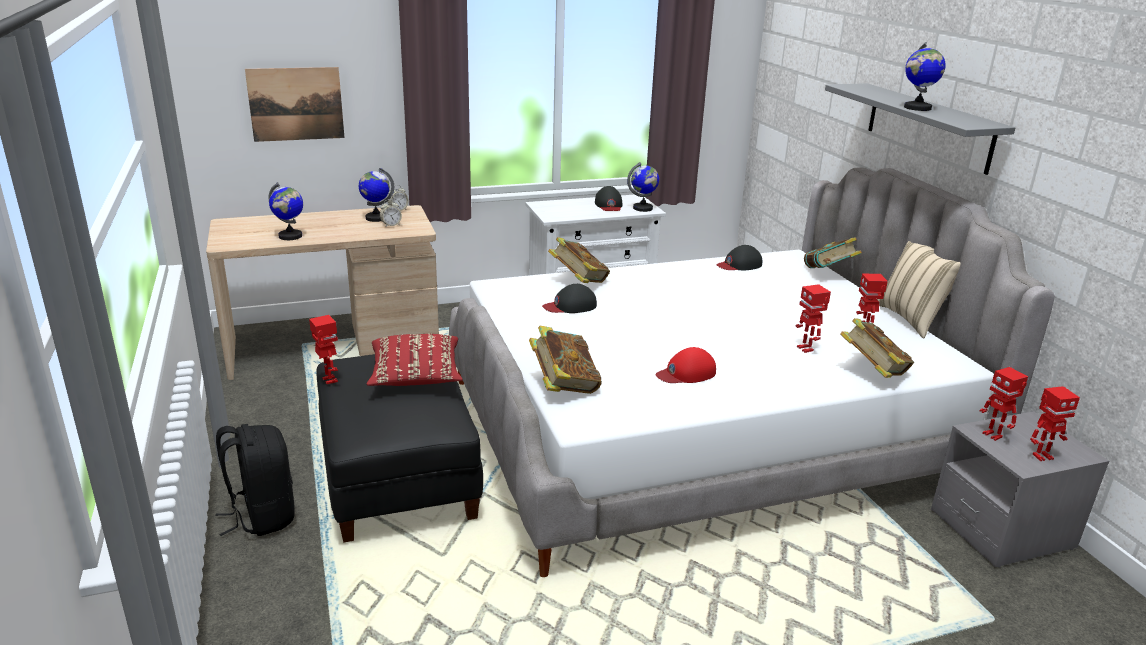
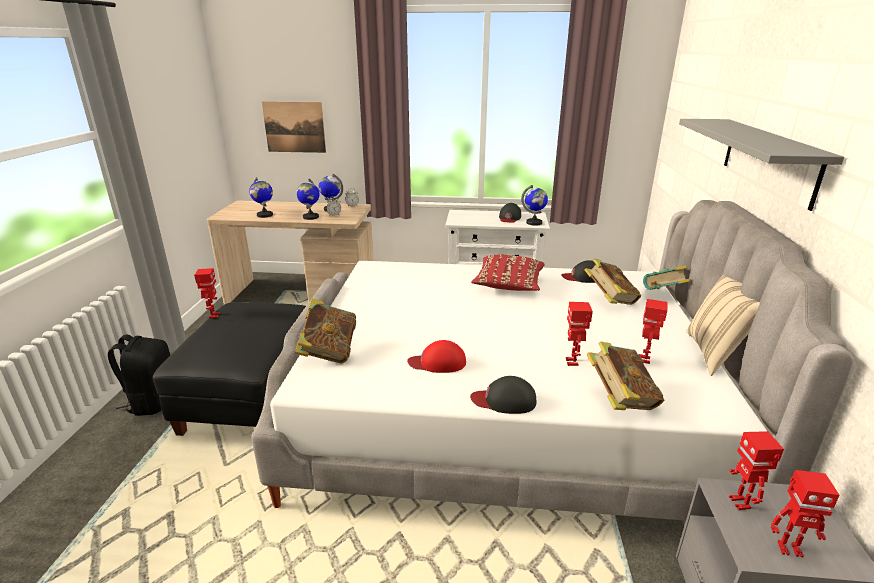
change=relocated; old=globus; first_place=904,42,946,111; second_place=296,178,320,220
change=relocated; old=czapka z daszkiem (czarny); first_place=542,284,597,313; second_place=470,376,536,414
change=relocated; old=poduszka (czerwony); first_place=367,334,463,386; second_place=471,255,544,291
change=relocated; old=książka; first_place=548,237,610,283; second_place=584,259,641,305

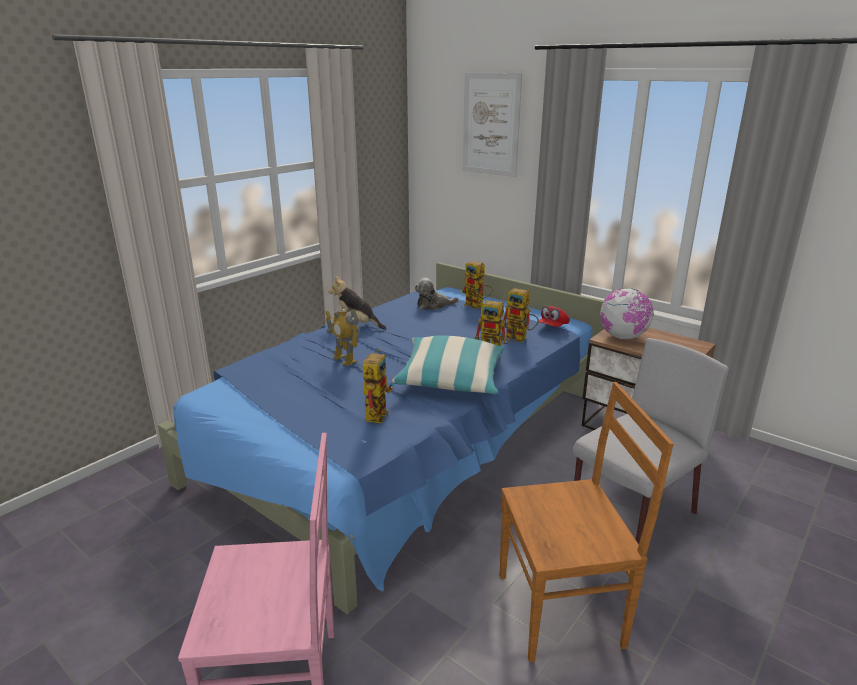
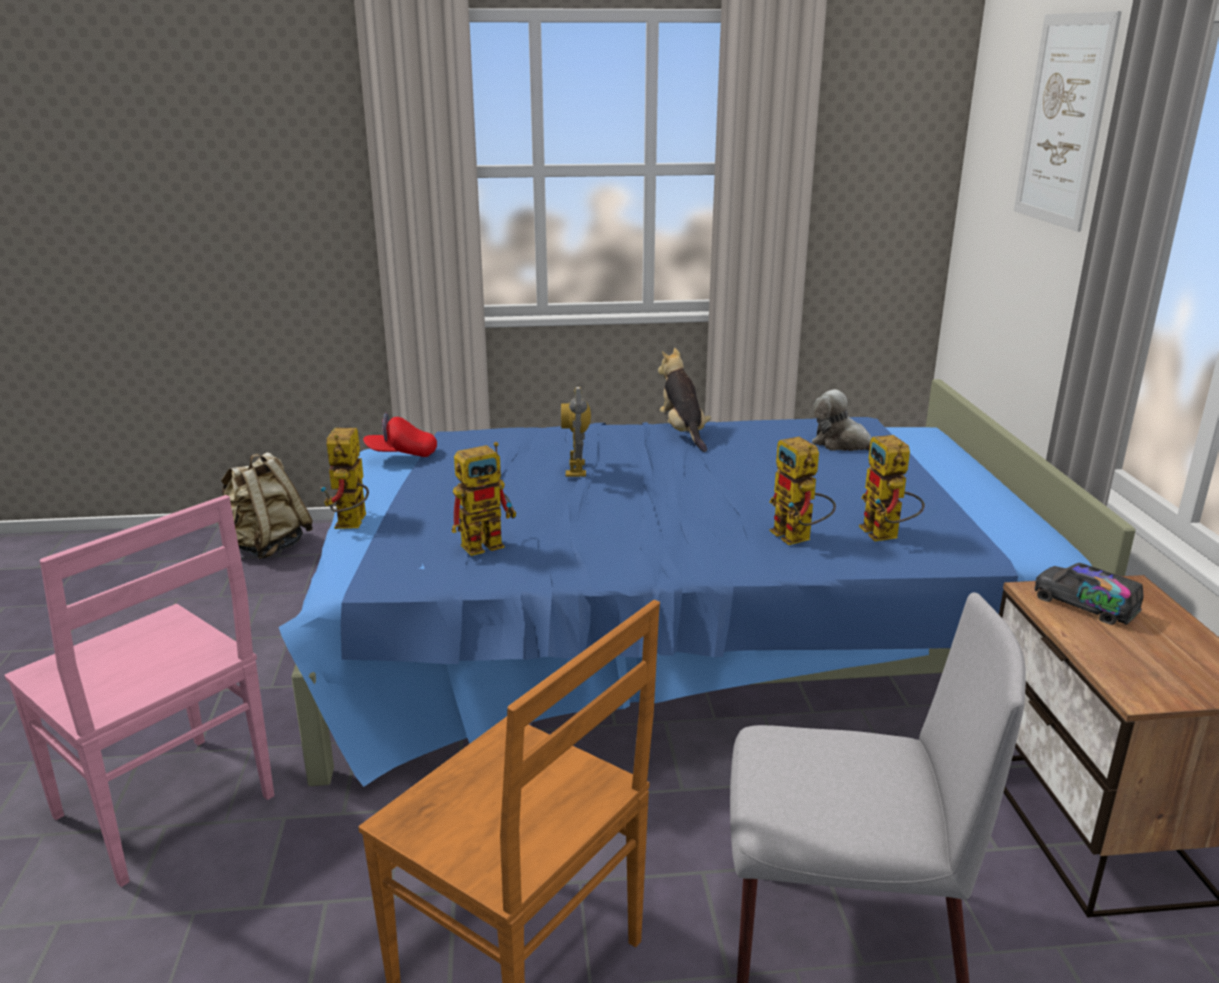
change=appeared; new=plecak (beżowy); second_place=217,452,313,560
change=relocated; old=robot zabawkowy; first_place=462,261,493,309; second_place=320,428,369,529
change=relocated; old=czapka z daszkiem (czerwony); first_place=539,306,570,327; second_place=363,413,437,457
change=exchanged; old=globus; new=ciężarówka zabawkowa; first_place=600,288,654,339; second_place=1034,563,1144,625
change=missing; old=poduszka; first_place=392,335,504,394

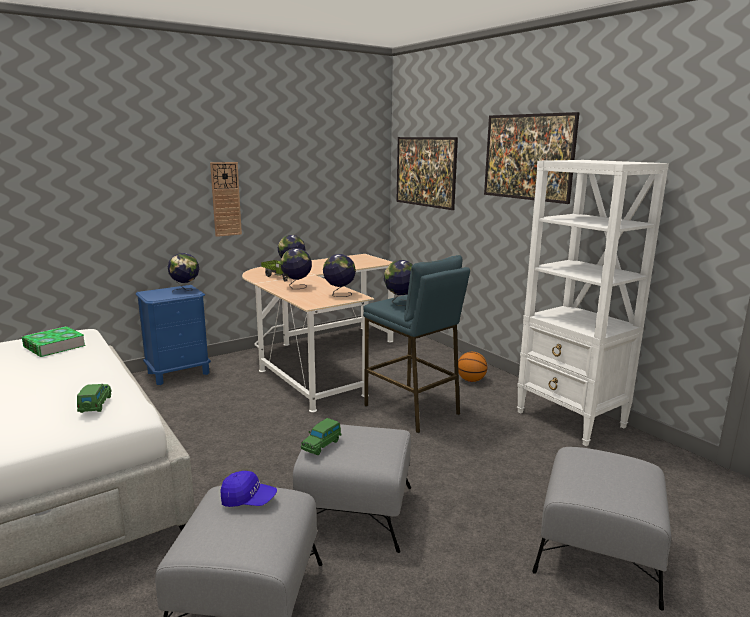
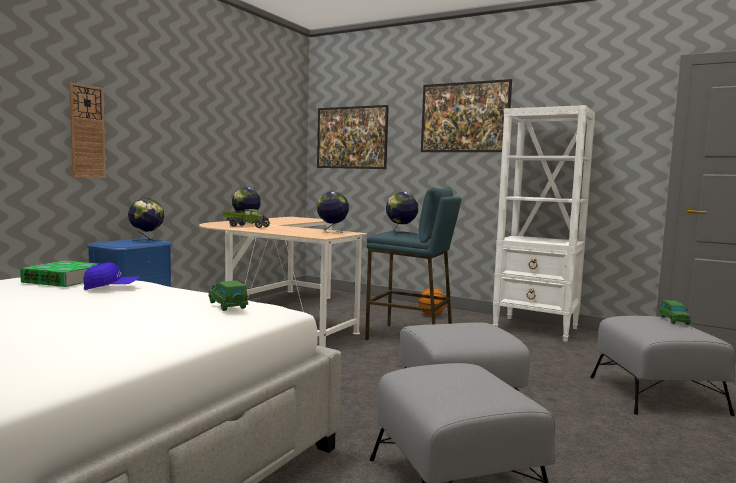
change=relocated; old=zegar ścienny; first_place=210,162,242,237; second_place=69,83,106,178
change=relocated; old=czapka z daszkiem (niebieski); first_place=221,471,277,507; second_place=84,262,140,290
change=relocated; old=samochodzik (zielony); first_place=301,418,341,455; second_place=659,300,691,325
change=missing; old=globus; first_place=280,248,312,289

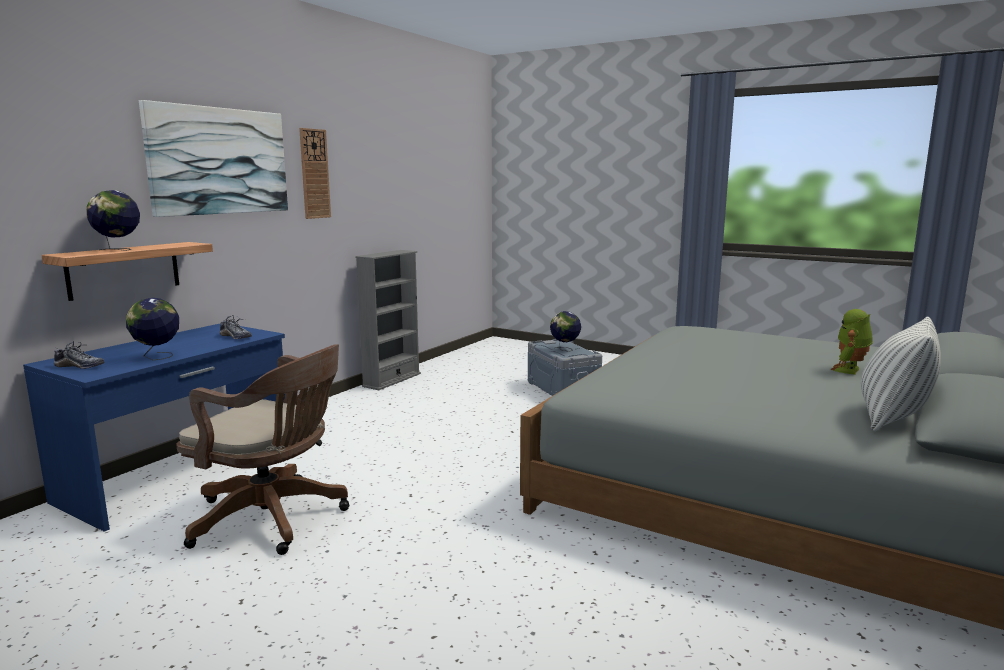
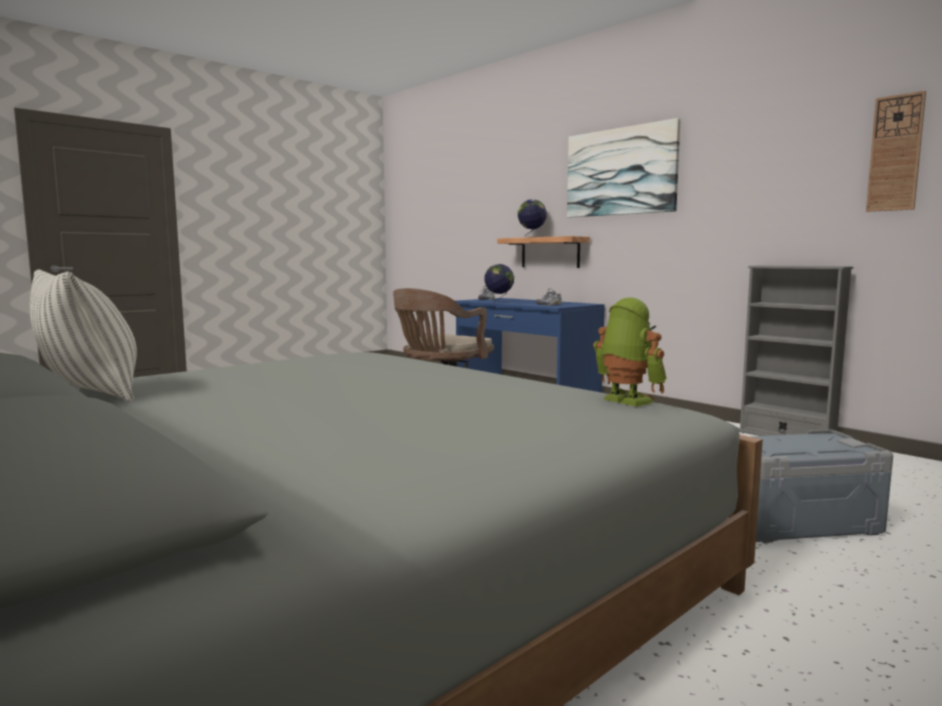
change=relocated; old=robot zabawkowy; first_place=830,309,873,375; second_place=593,297,667,407
change=relocated; old=zegar ścienny; first_place=299,128,331,219; second_place=866,91,926,212
change=missing; old=globus; first_place=550,311,581,352

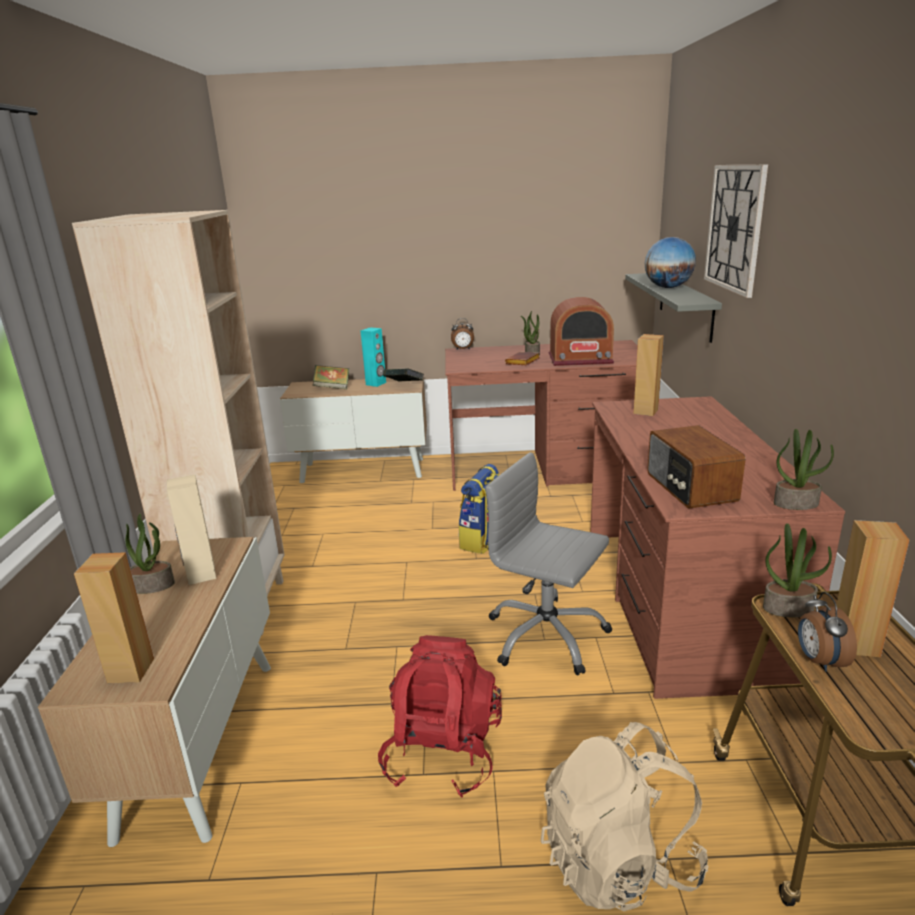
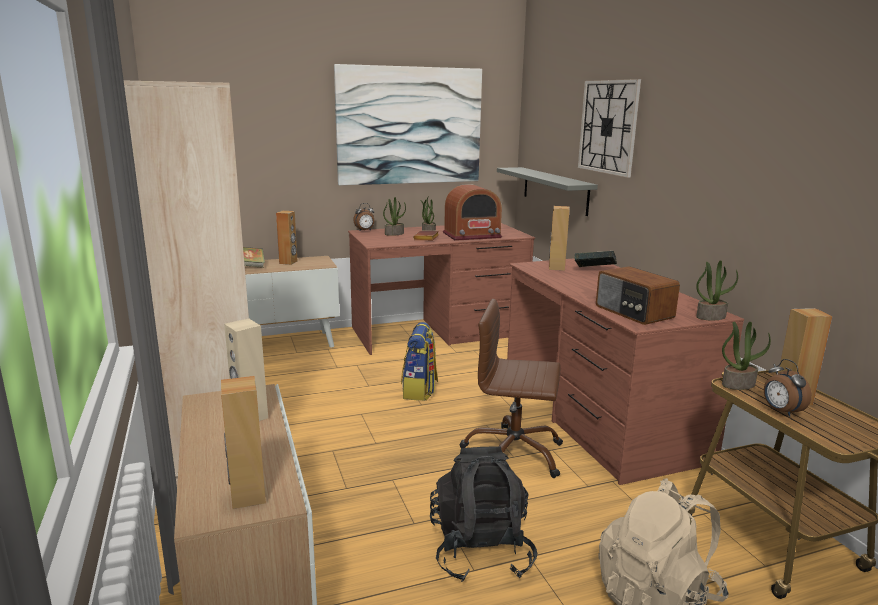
change=colour; old=głośnik (turkusowy); new=głośnik (brązowy); first_place=360,327,386,387; second_place=276,211,297,265
change=appeared; new=obraz; second_place=334,64,482,185
change=relocated; old=roślina doniczkowa; first_place=126,513,175,594; second_place=383,197,406,236
change=colour; old=plecak (czerwony); new=plecak (czarny); first_place=378,635,502,797; second_place=430,446,537,582
change=colour; old=krzesło biurowe (szary); new=krzesło biurowe (brązowy); first_place=485,452,612,675; second_place=460,299,563,478
change=relocated; old=książka; first_place=383,368,424,382; second_place=575,251,617,267
change=missing; old=globus; first_place=645,237,696,288

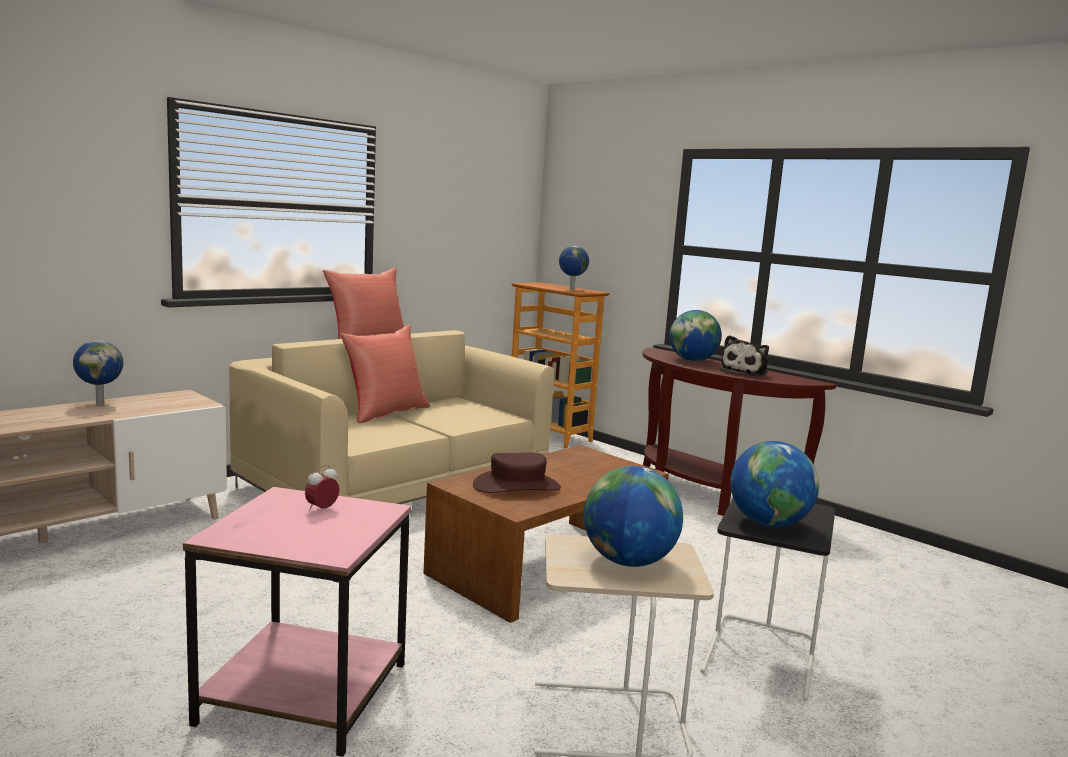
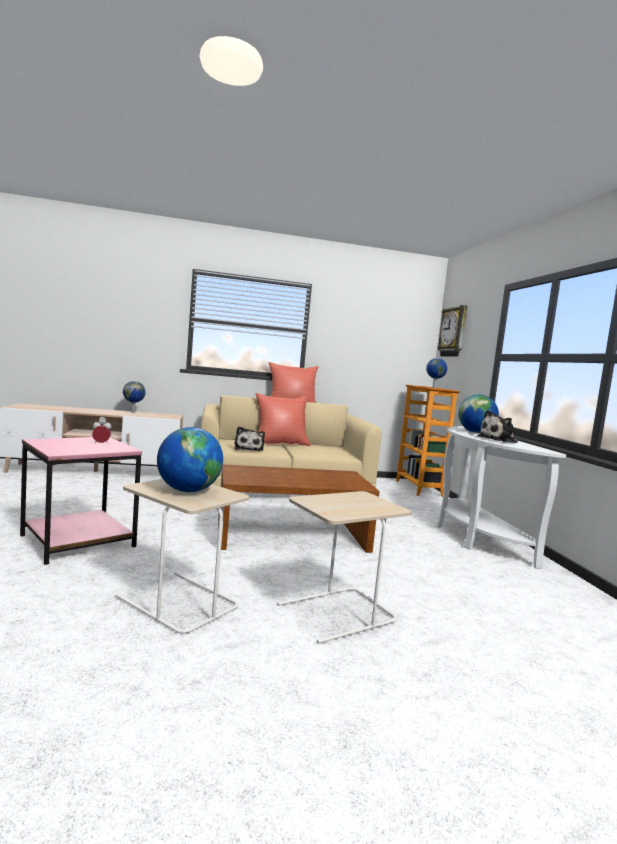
change=appeared; new=pluszak; second_place=234,427,265,451
change=colour; old=stolik (czarny); new=stolik (beżowy); first_place=700,498,835,701; second_place=277,491,412,644
change=appeared; new=zegar ścienny; second_place=437,305,467,357
change=colour; old=stolik konsolowy (brązowy); new=stolik konsolowy (biały); first_place=642,347,836,516; second_place=437,426,566,569
change=missing; old=kapelusz (brązowy); first_place=473,453,561,493
change=missing; old=globus; first_place=730,441,819,527

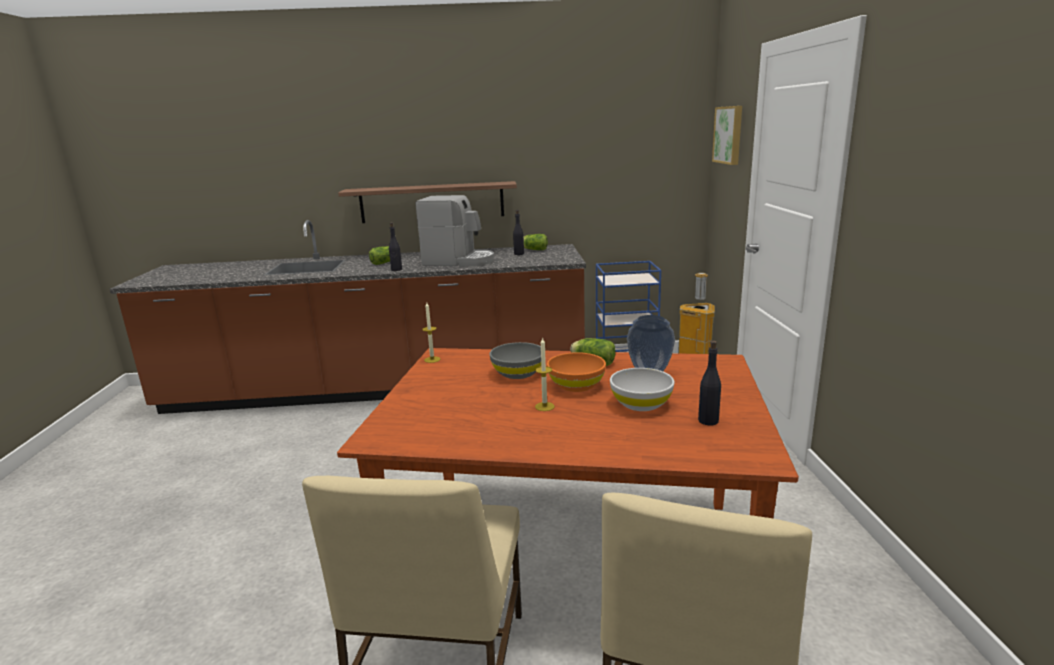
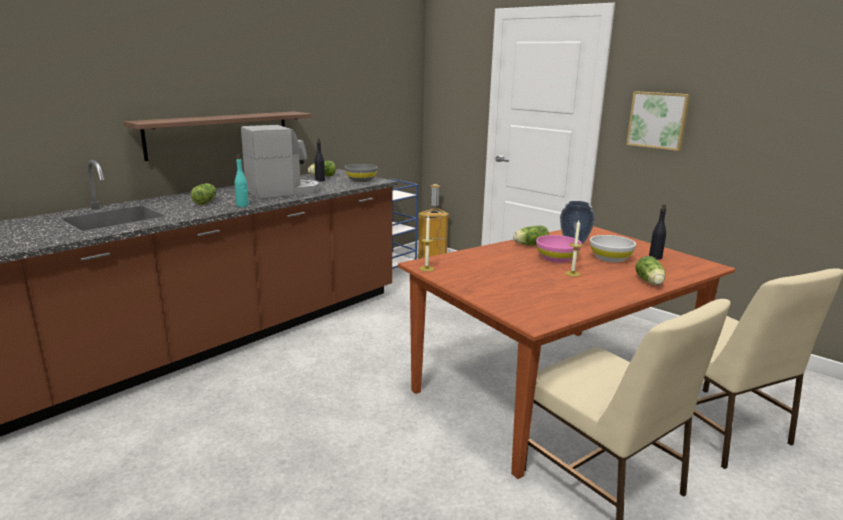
change=colour; old=butelka (czarny); new=butelka (turkusowy); first_place=389,222,402,271; second_place=235,154,249,207
change=relocated; old=miska (szary); first_place=489,342,541,379; second_place=345,164,378,182
change=colour; old=miska (pomarańczowy); new=miska (różowy); first_place=547,352,606,392; second_place=536,235,582,263
change=relocated; old=obraz; first_place=712,106,742,165; second_place=626,91,690,151
change=appeared; new=sałata; second_place=635,256,665,285

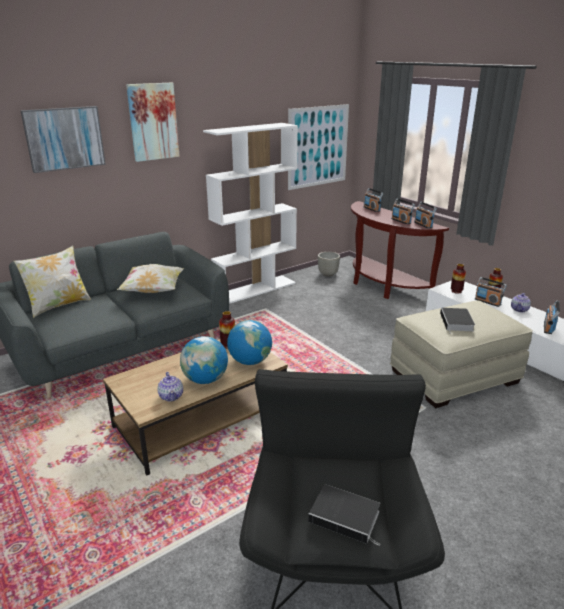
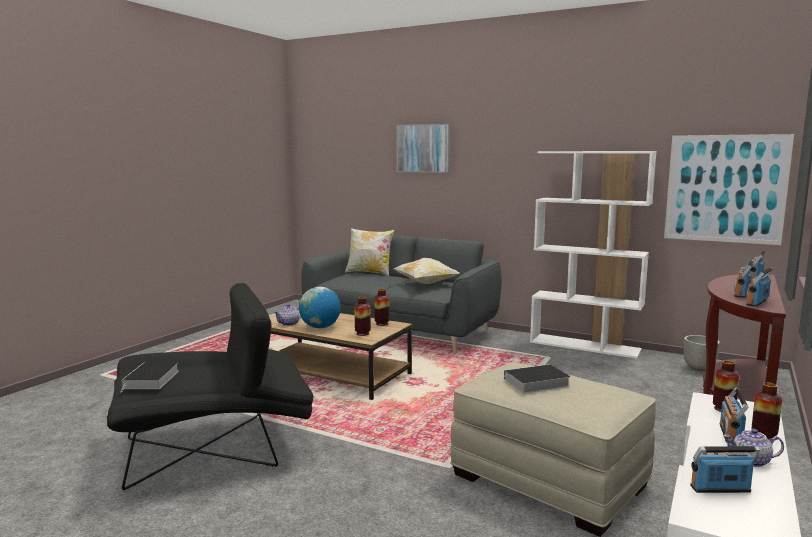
change=exchanged; old=globus; new=wazon; first_place=227,320,272,365; second_place=355,297,371,336
change=missing; old=obraz; first_place=126,83,180,162

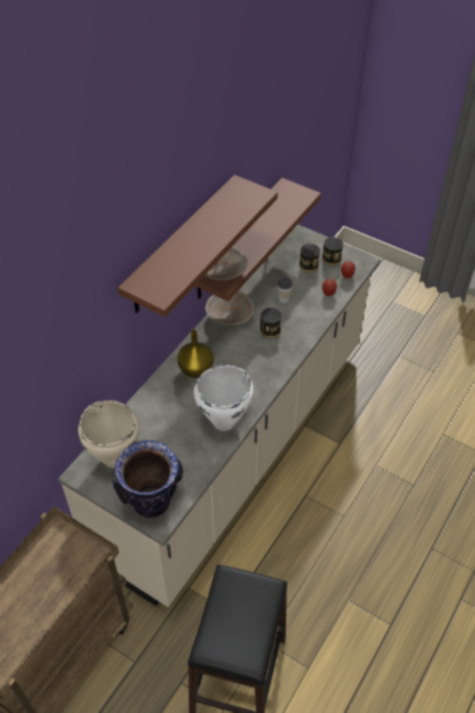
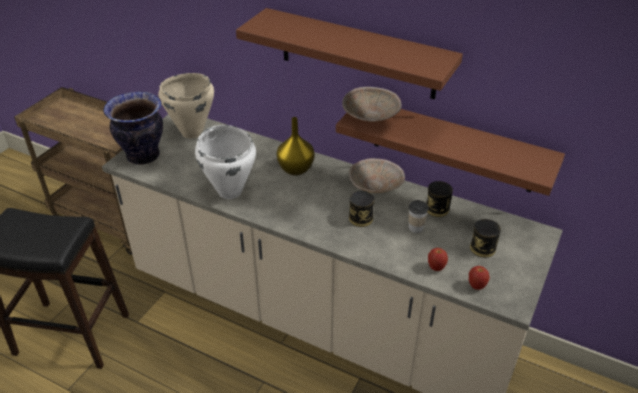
change=relocated; old=puszka; first_place=322,237,343,266; second_place=426,181,453,217

